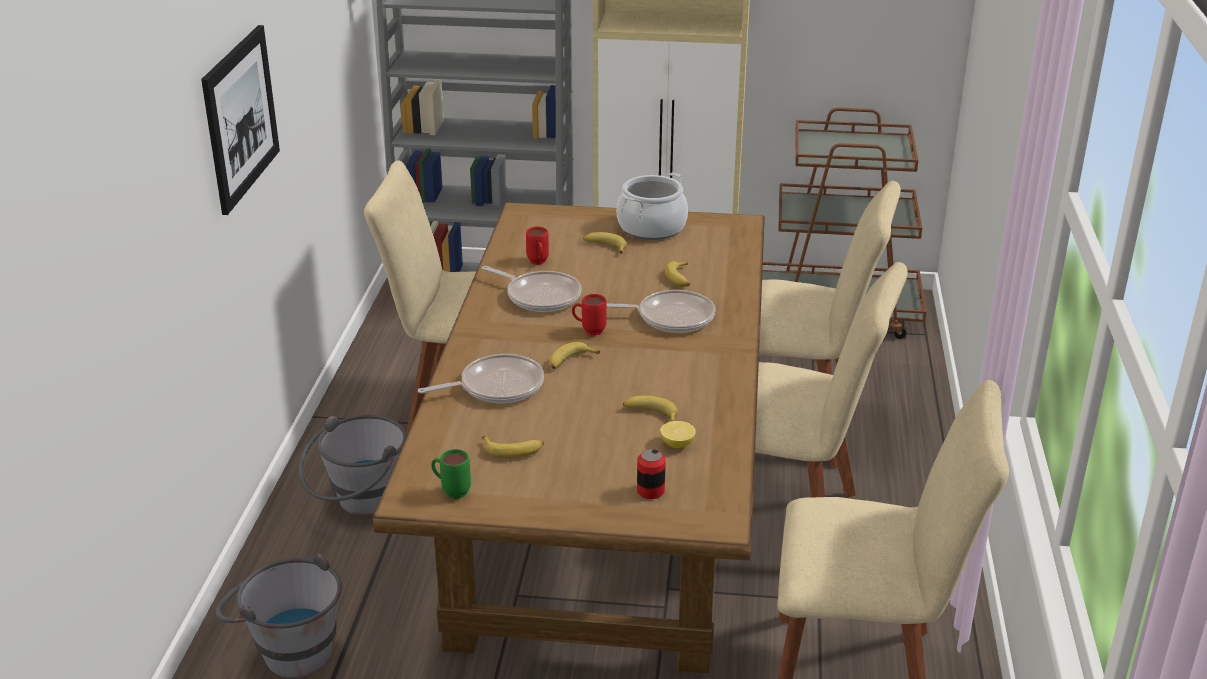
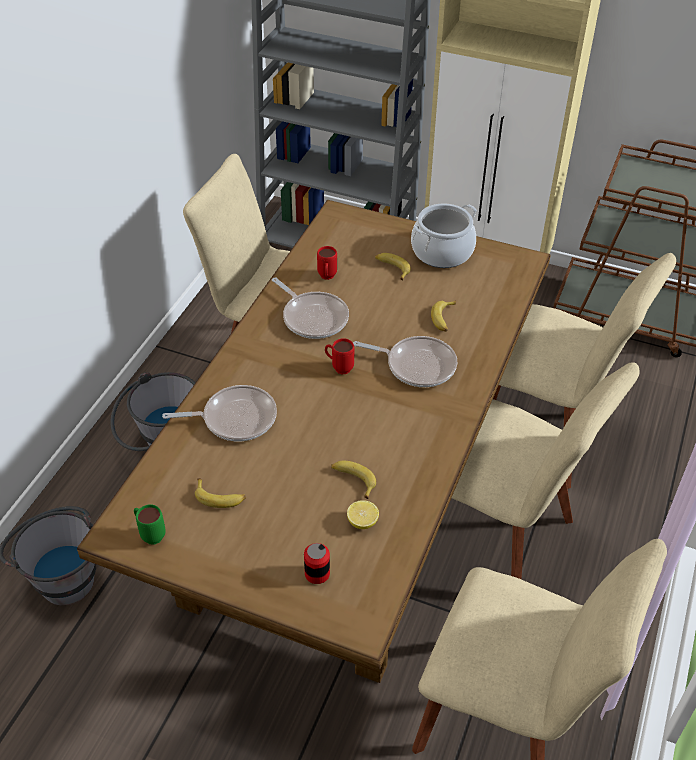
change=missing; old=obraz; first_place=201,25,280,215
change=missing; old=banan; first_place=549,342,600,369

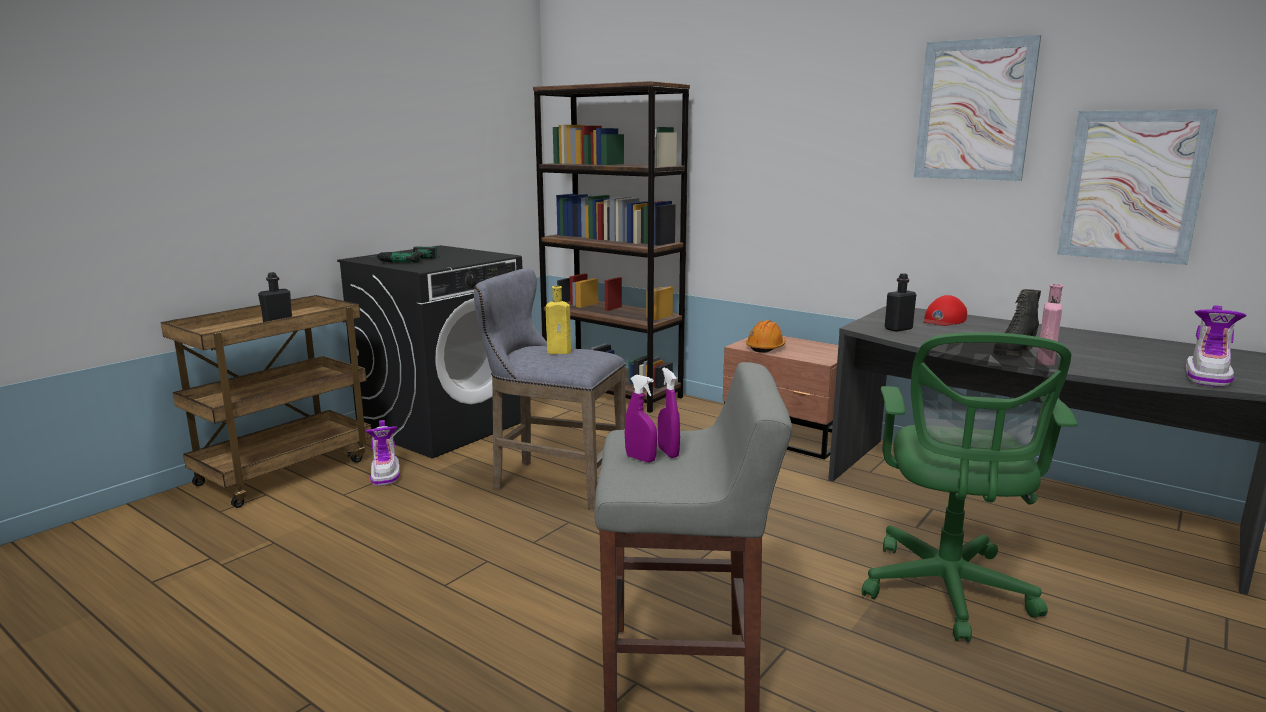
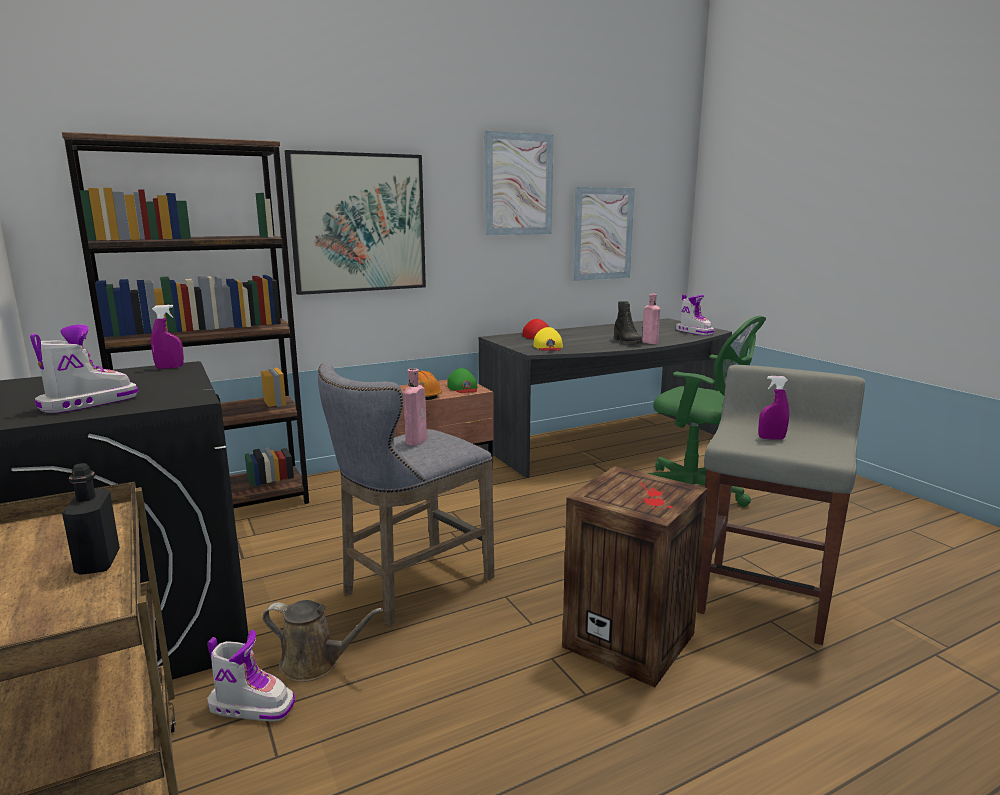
change=exchanged; old=wiertarka; new=but z cholewką; first_place=368,246,437,263; second_place=30,324,139,413
change=relocated; old=spryskiwacz (fioletowy); first_place=625,375,657,462; second_place=151,305,184,369
change=appeared; new=konewka (brązowy); second_place=263,600,383,682
change=appeared; new=obraz; second_place=285,150,426,295
change=colour; old=butelka (żółty); new=butelka (różowy); first_place=546,286,571,354; second_place=403,368,427,446
change=appeared; new=czapka z daszkiem (zielony); second_place=447,368,477,393
change=exchanged; old=butelka (czarny); new=czapka z daszkiem (żółty); first_place=885,273,916,332; second_place=533,327,563,351
change=appeared; new=skrzynka; second_place=562,466,708,687

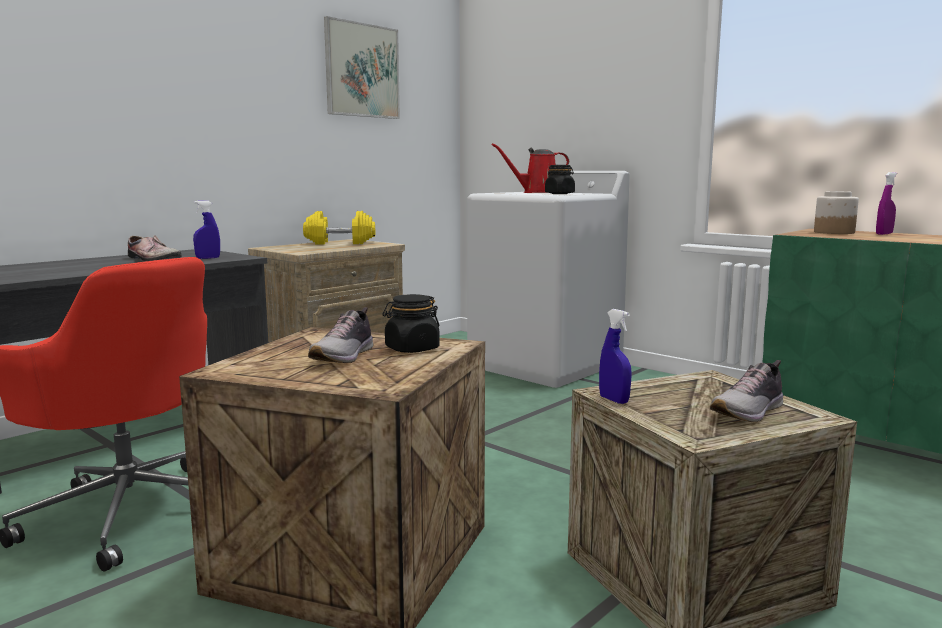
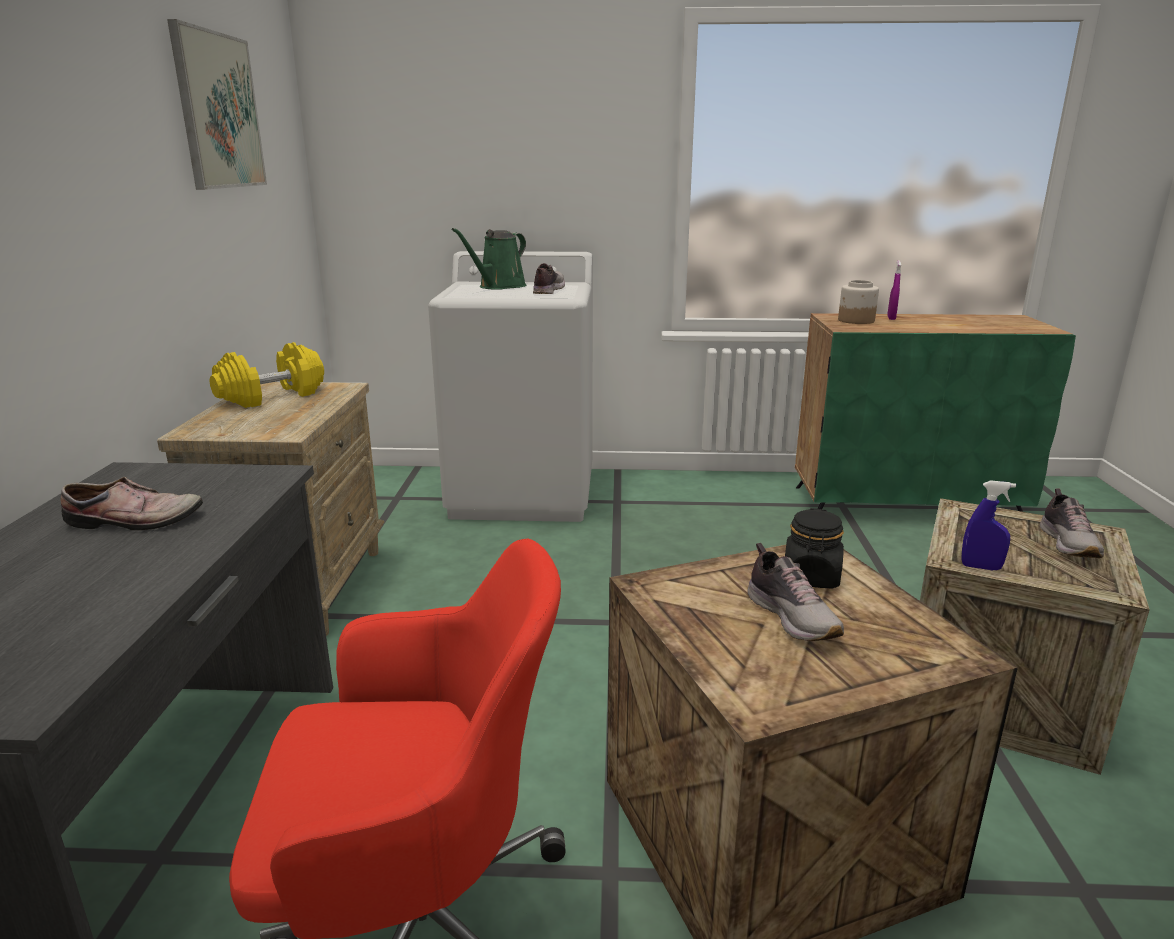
change=colour; old=konewka (czerwony); new=konewka (zielony); first_place=492,143,569,193; second_place=452,228,527,290
change=exchanged; old=słoik (czarny); new=but; first_place=545,165,575,194; second_place=533,263,565,294
change=missing; old=spryskiwacz (niebieski); first_place=193,201,220,259

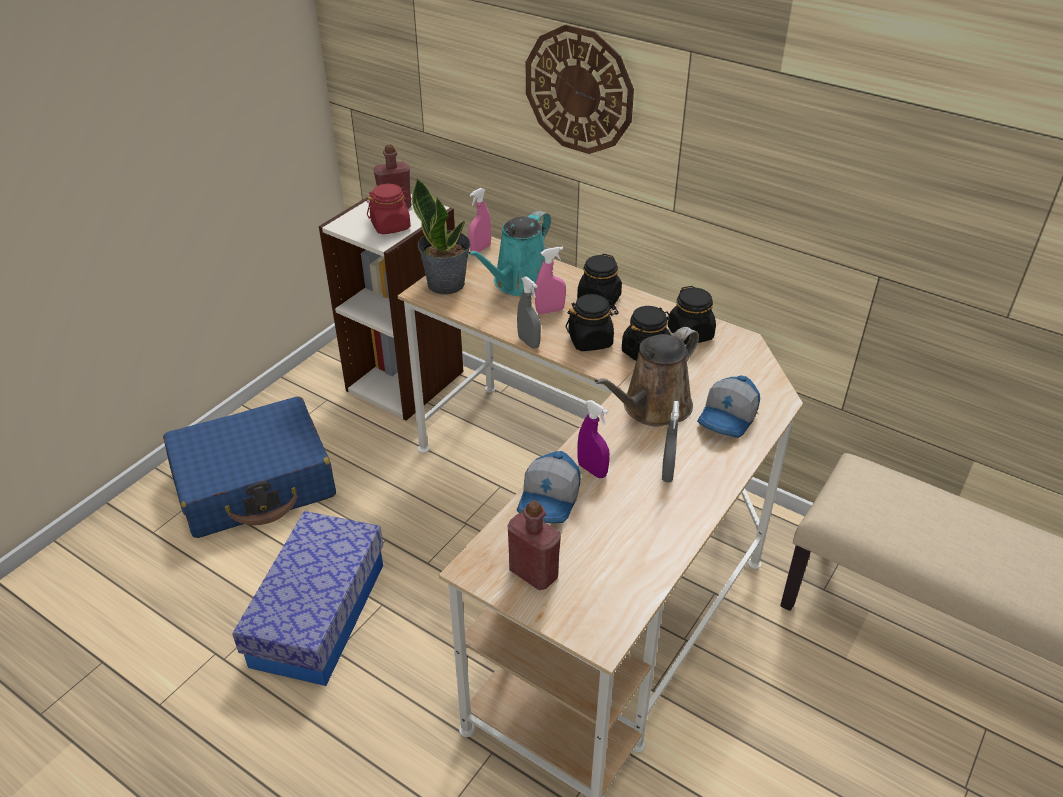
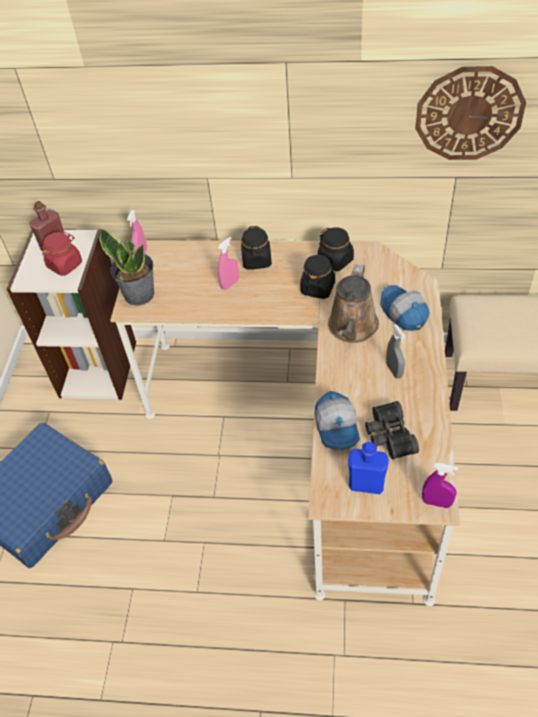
change=colour; old=butelka (czerwony); new=butelka (niebieski); first_place=507,500,561,590; second_place=348,442,389,494
change=appeared; new=lornetka (czarny); second_place=365,401,419,460
change=spun; old=czapka z daszkiem; first_place=697,375,760,438; second_place=380,285,430,331; degrees=150
change=relocated; old=zegar ścienny; first_place=526,25,634,154; second_place=415,66,526,160
change=relocated; old=spryskiwacz (fioletowy); first_place=577,400,610,478; second_place=422,463,458,508
change=missing; old=pojemnik do przechowywania; first_place=232,511,383,686
change=missing; old=konewka (turkusowy); first_place=468,211,551,296
change=missing; old=spryskiwacz (szary); first_place=517,276,541,349
change=missing; old=słoik (czarny); first_place=566,294,619,351

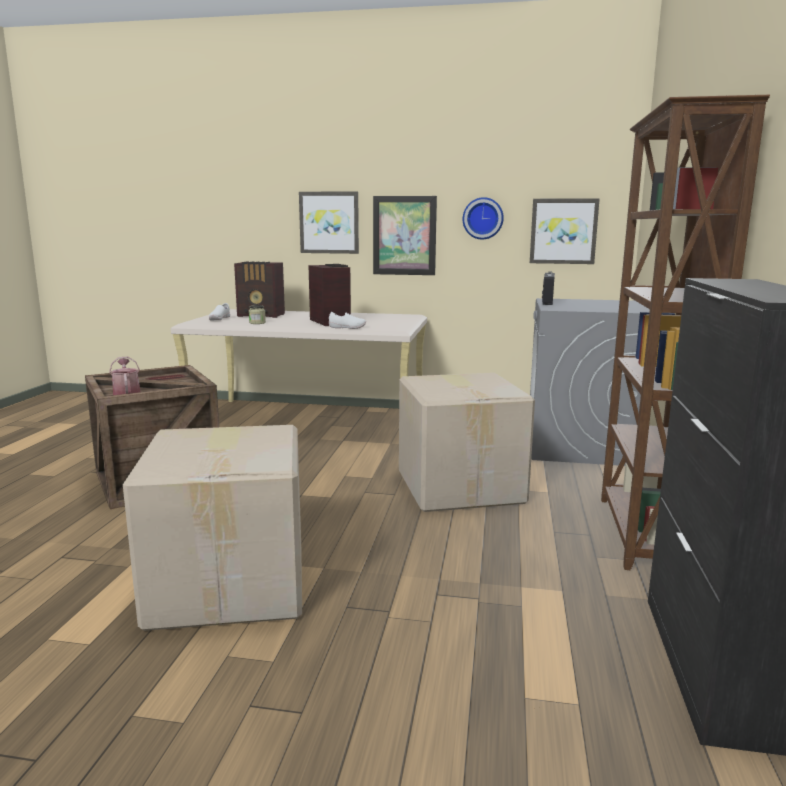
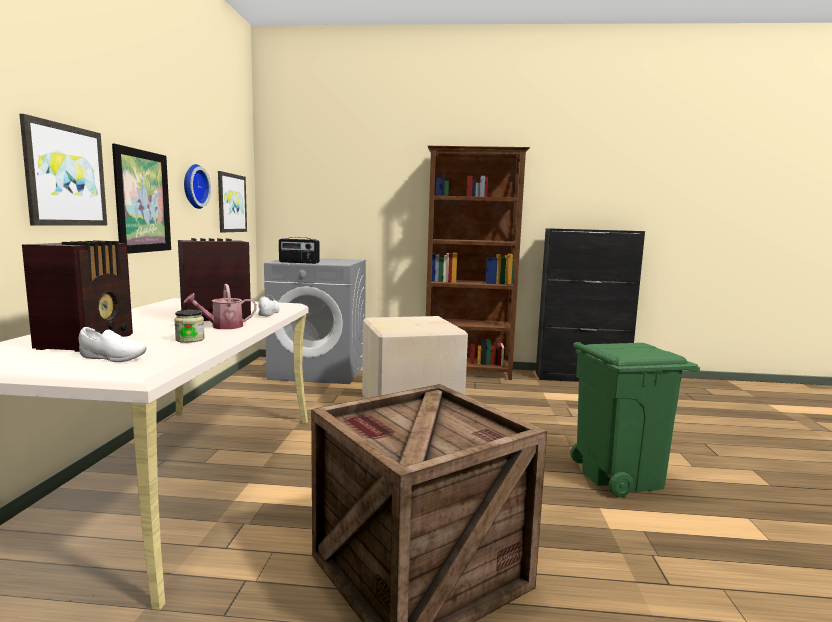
change=relocated; old=konewka; first_place=109,356,141,395; second_place=184,284,257,329
change=exchanged; old=karton; new=kosz na śmieci (zielony); first_place=123,425,302,631; second_place=570,342,700,497

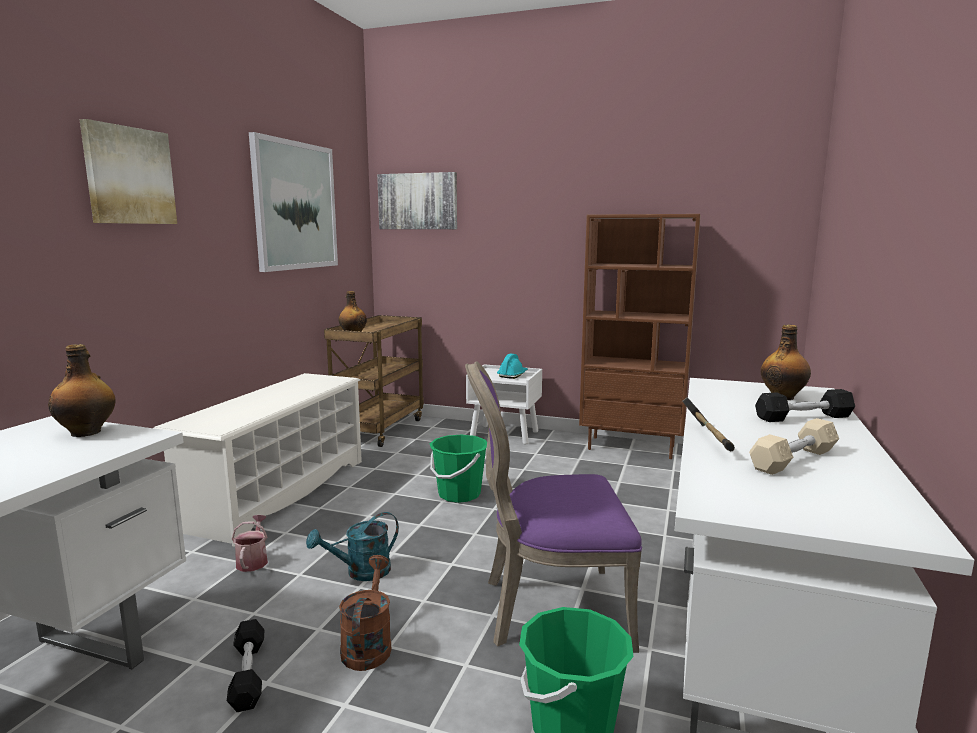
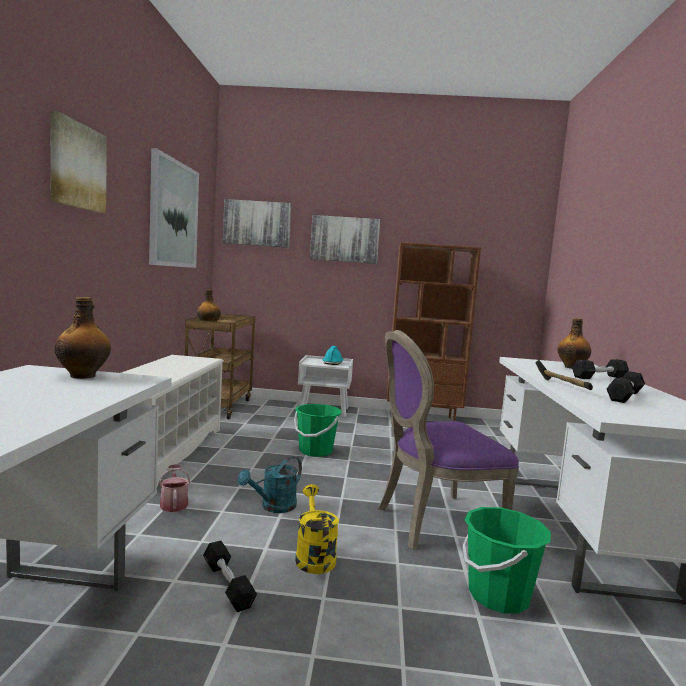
change=colour; old=konewka (brązowy); new=konewka (żółty); first_place=339,555,392,671; second_place=295,484,339,574
change=appeared; new=obraz; second_place=310,215,380,264
change=colour; old=hantel (beżowy); new=hantel (czarny); first_place=749,418,839,475; second_place=606,371,645,403

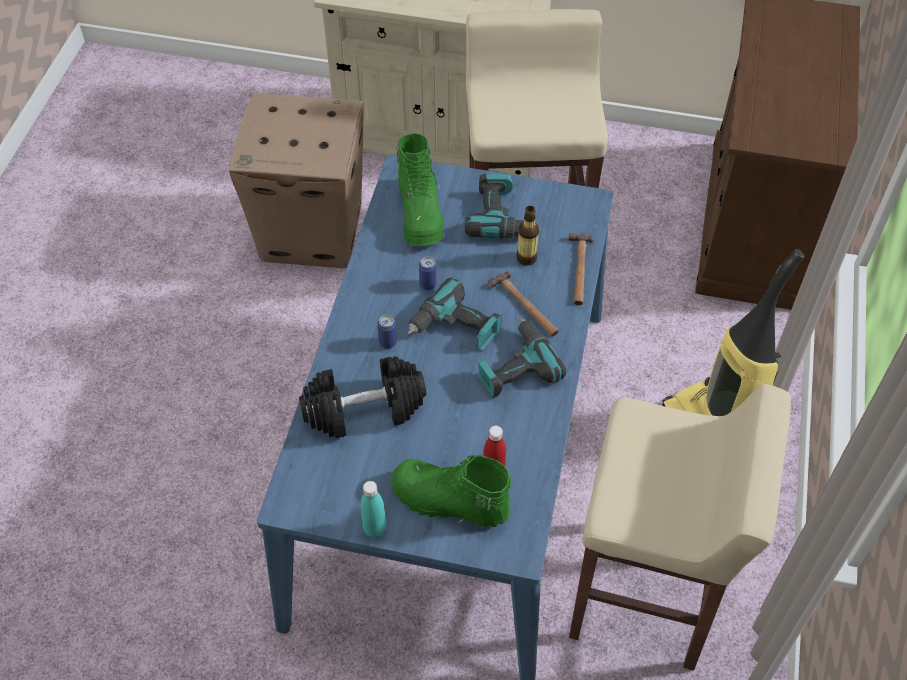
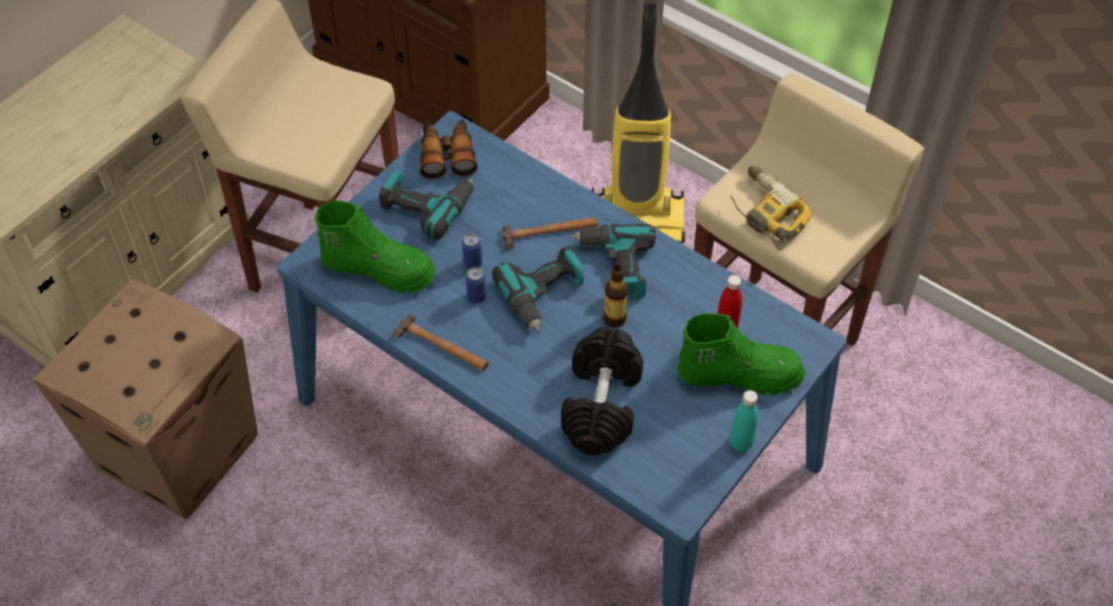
change=relocated; old=młotek; first_place=569,233,594,305; second_place=393,314,488,371
change=appeared; new=lornetka; second_place=420,119,477,179
change=relocated; old=puszka; first_place=377,315,397,349; second_place=462,234,482,269
change=relocated; old=butelka; first_place=517,206,539,266; second_place=603,264,628,327
change=spun; old=but z cholewką (zielony); first_place=392,455,511,527; second_place=678,313,805,396; degrees=-135
change=appeared; new=wiertarka; second_place=730,166,812,250

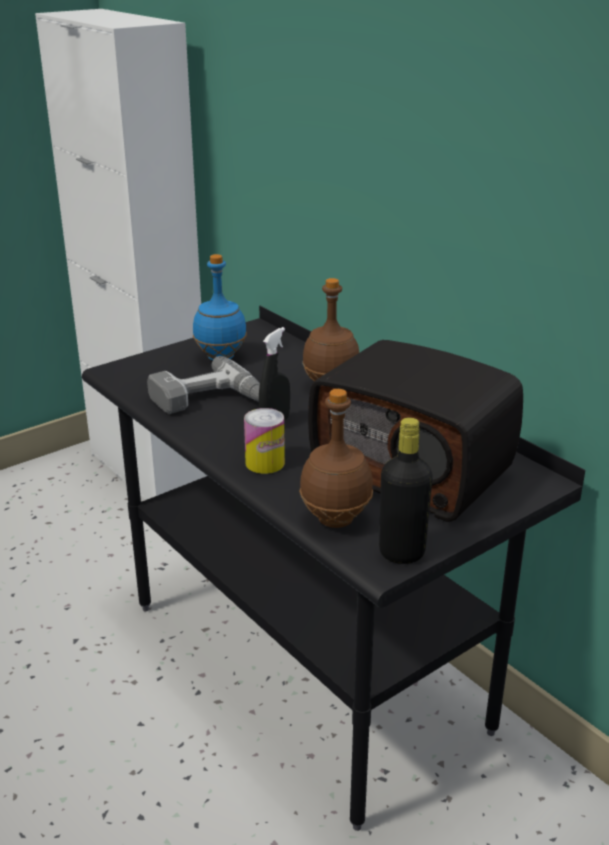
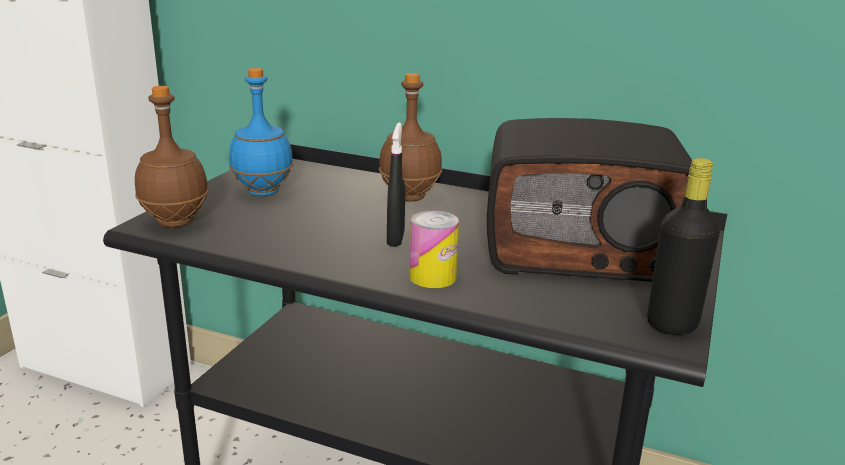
change=relocated; old=butelka (brązowy); first_place=299,389,373,528; second_place=135,86,209,228
change=missing; old=wiertarka; first_place=147,356,260,414

